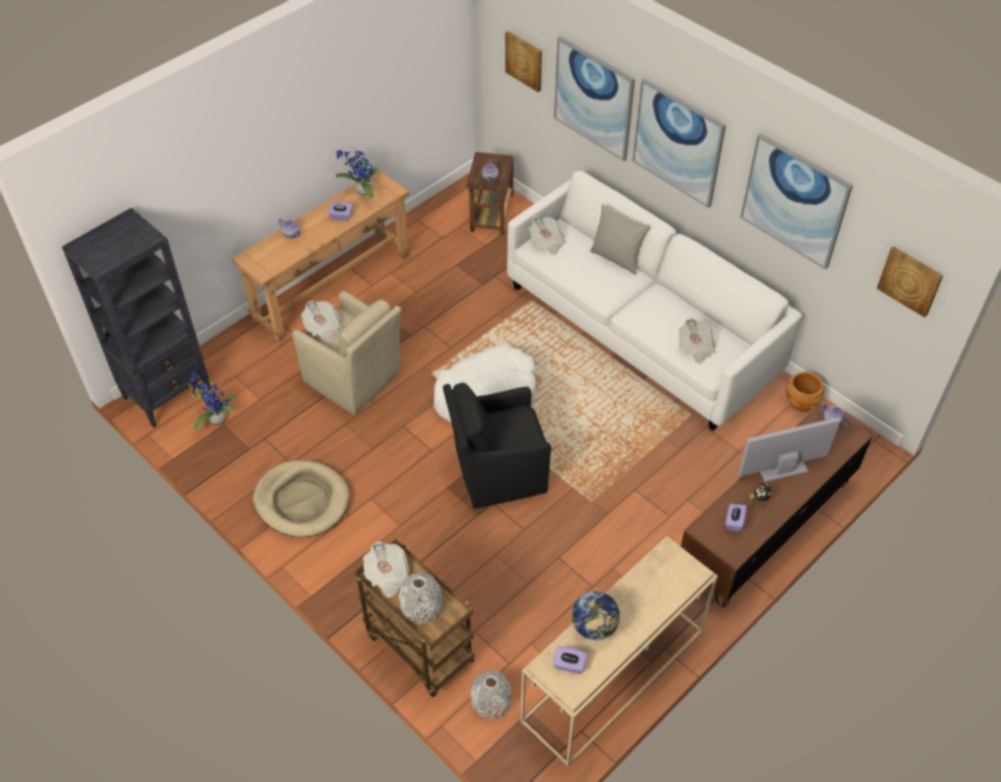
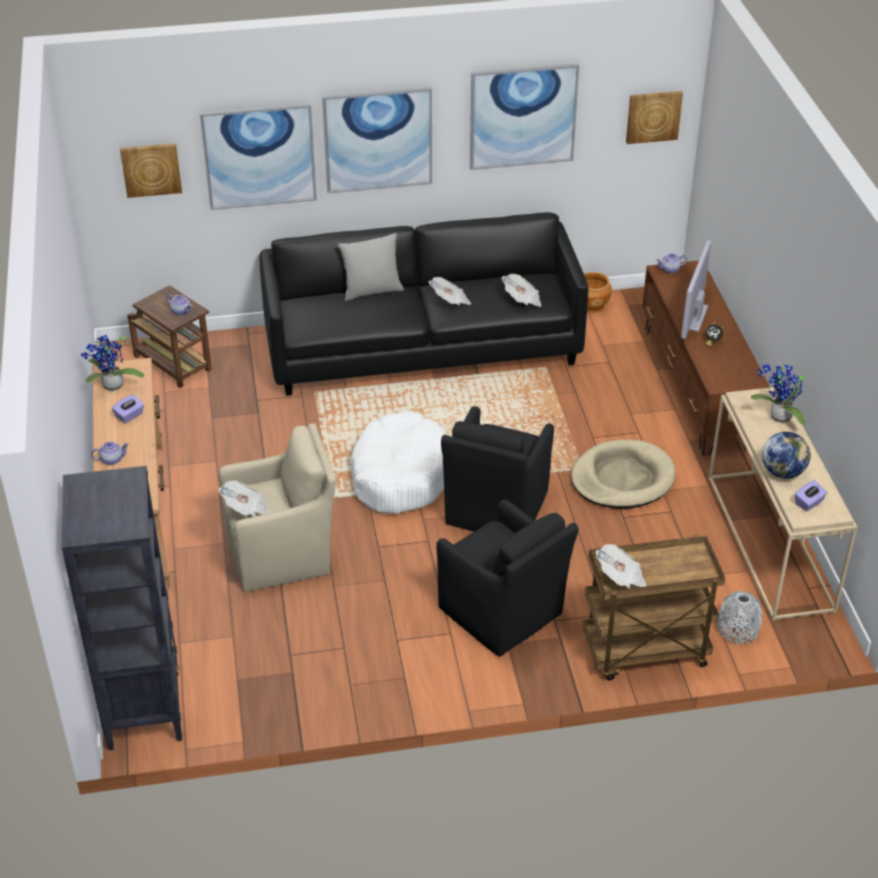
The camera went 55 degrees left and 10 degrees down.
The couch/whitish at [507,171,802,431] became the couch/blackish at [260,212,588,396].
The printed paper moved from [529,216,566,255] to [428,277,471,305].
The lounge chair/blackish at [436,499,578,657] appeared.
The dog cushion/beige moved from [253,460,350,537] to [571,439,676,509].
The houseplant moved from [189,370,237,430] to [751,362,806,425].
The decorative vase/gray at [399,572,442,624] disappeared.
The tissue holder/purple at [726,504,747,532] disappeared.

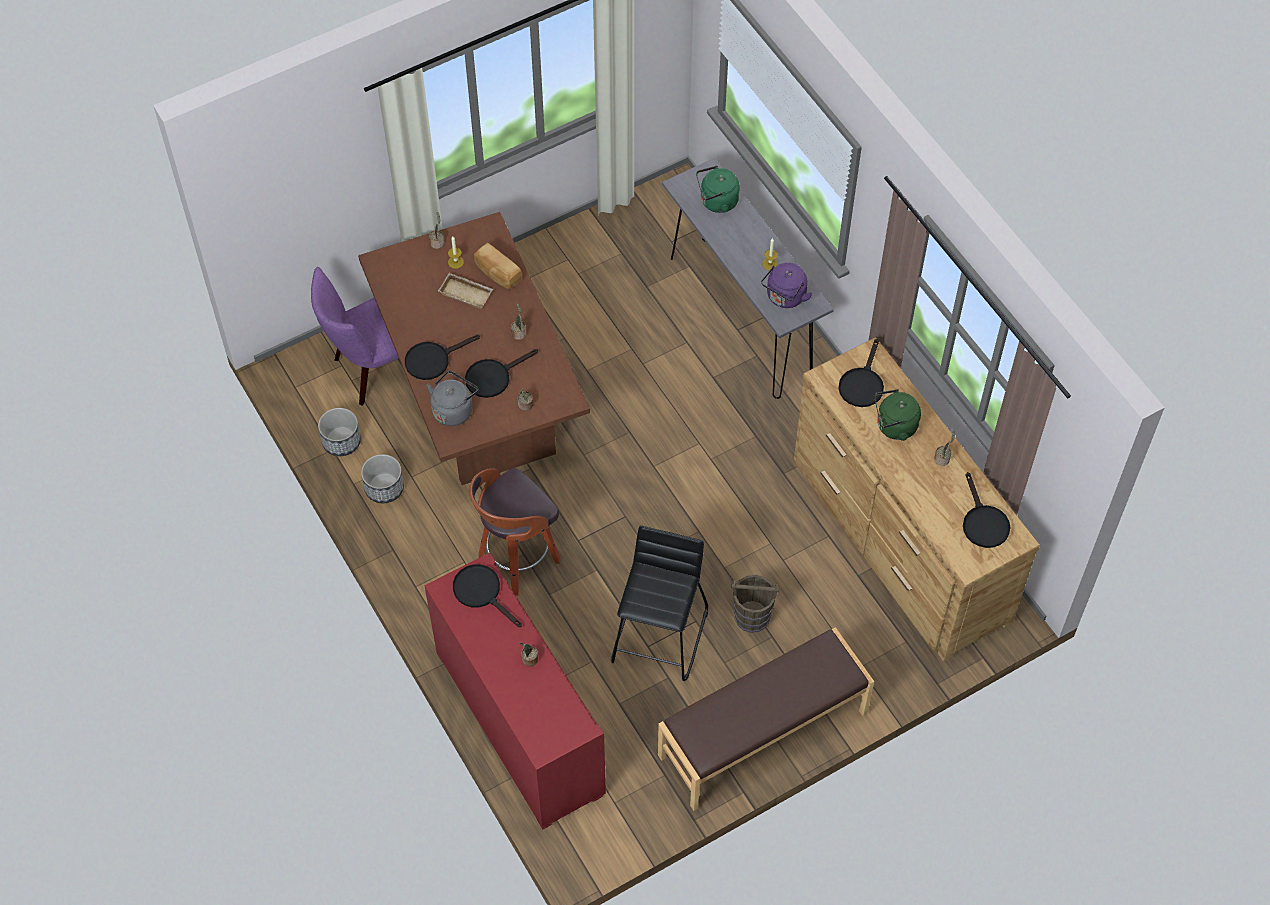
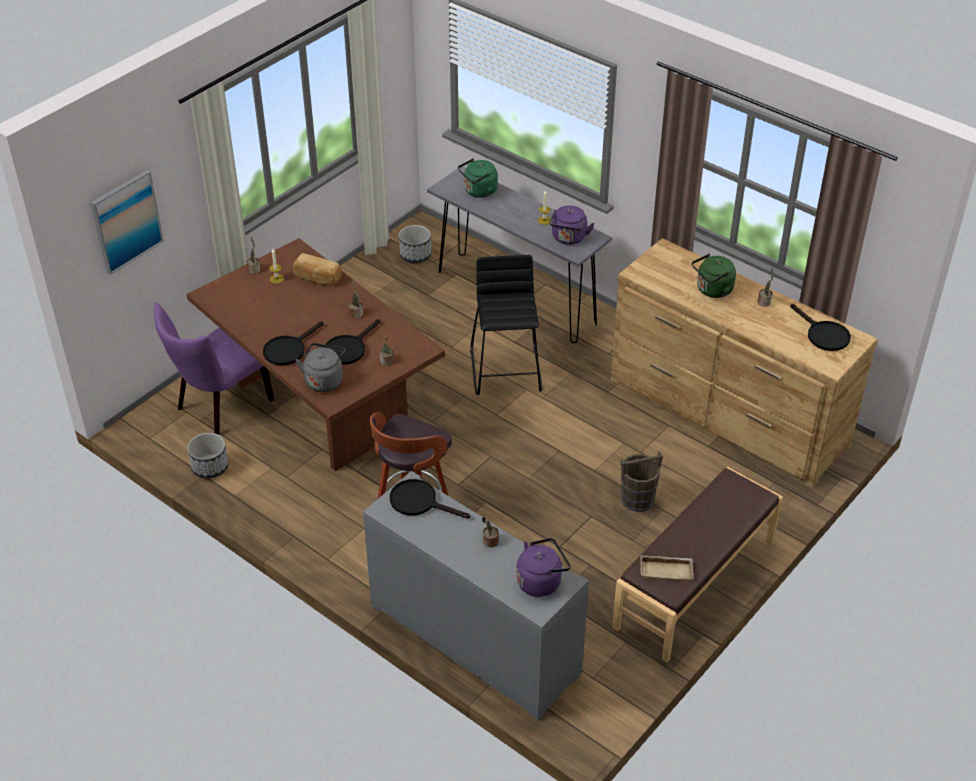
The camera went 20 degrees left and 15 degrees down.
The picture at [91,170,164,275] appeared.
The storage cabinet/reddish at [425,553,606,830] became the storage cabinet/gray at [363,471,589,720].
The flower pot moved from [361,454,404,503] to [399,225,431,263].
The stool seat/blackish moved from [611,526,708,681] to [470,255,542,395].
The kettle/purple at [516,538,570,597] appeared.
The tray/beige moved from [438,273,493,309] to [640,555,694,582].
The frying pan/blackish at [839,339,884,407] disappeared.

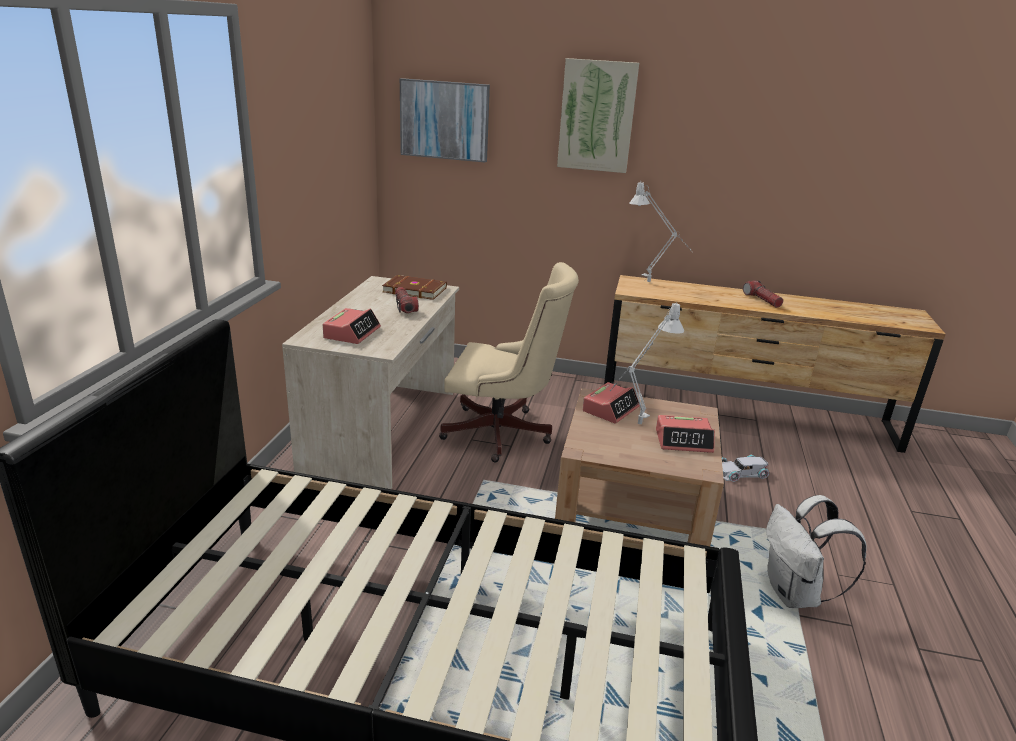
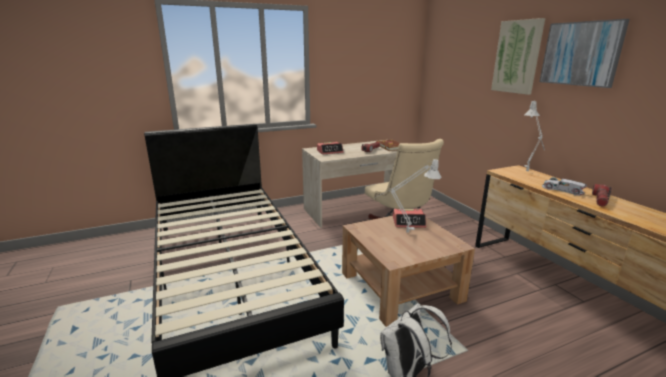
The camera went 55 degrees right and 5 degrees down.
The picture moved from [400,78,490,163] to [540,19,630,88].
The toy car/whitish moved from [722,455,769,482] to [542,177,587,195].
The alarm clock at [656,415,715,453] disappeared.

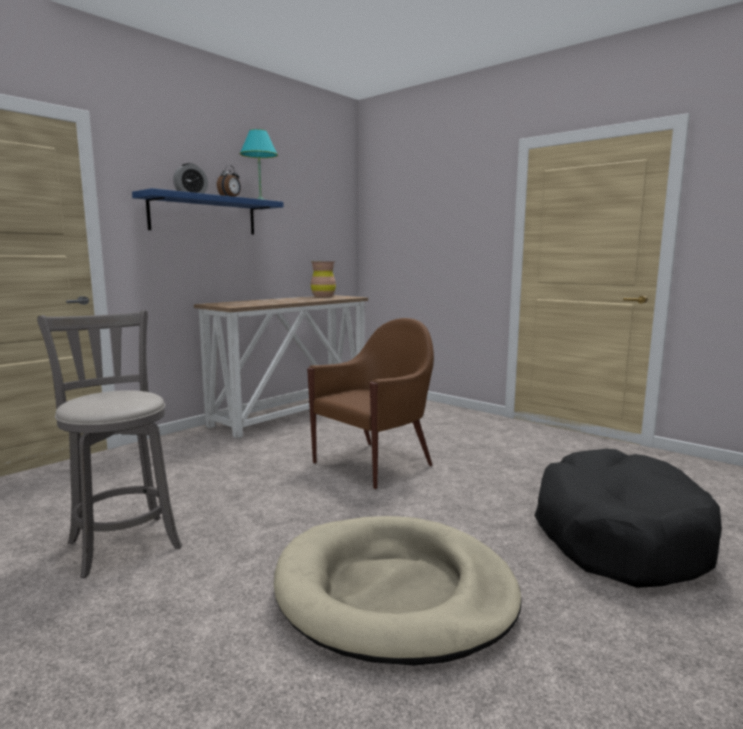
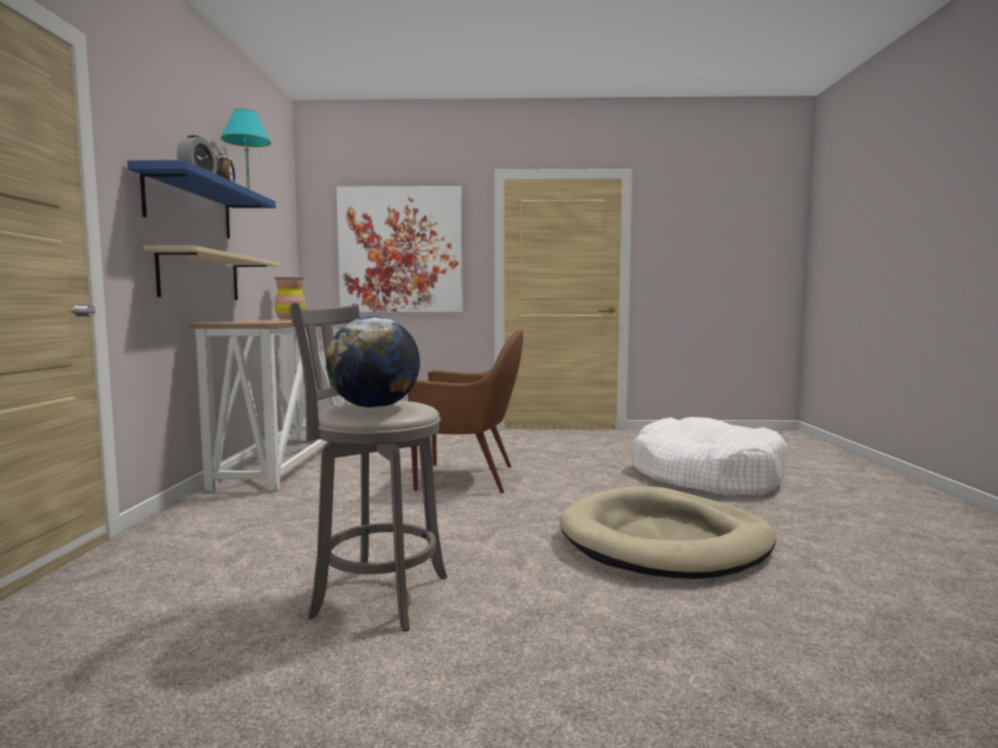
The camera went 40 degrees left and 5 degrees down.
The shelf/beige at [143,246,280,300] appeared.
The desk globe at [326,316,420,408] appeared.
The picture at [336,186,462,312] appeared.
The lounge chair/brown at [307,318,434,489] turned 90 degrees clockwise.
The dog cushion/blackish at [534,449,722,588] became the dog cushion/whitish at [631,417,787,497].

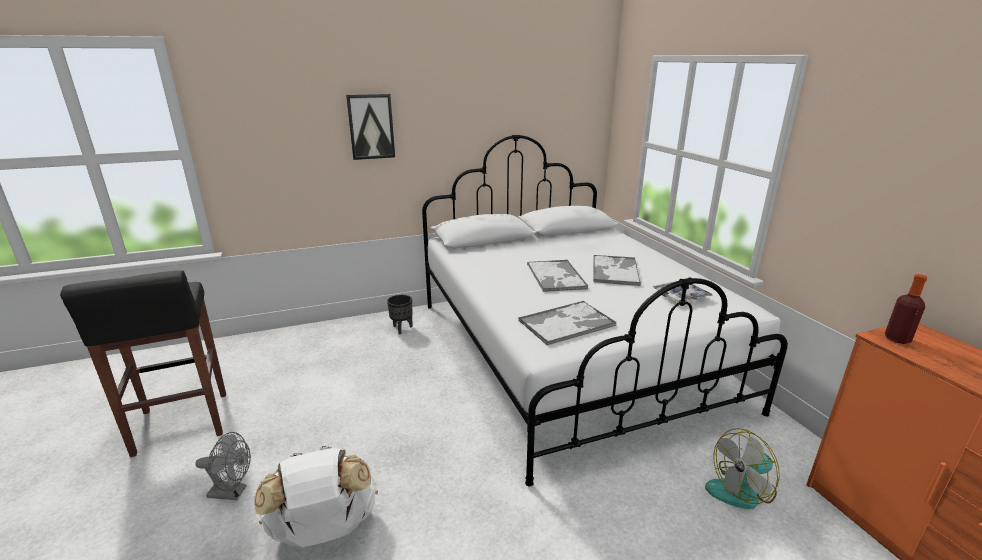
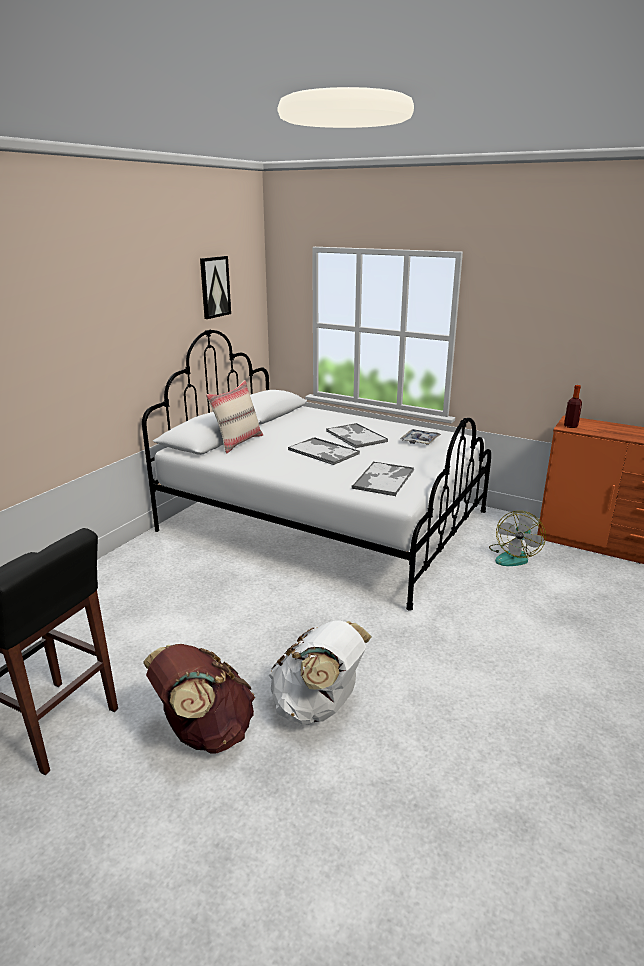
The camera went 40 degrees left and 0 degrees up.
The electric fan/gray at [195,432,251,500] was replaced by the rucksack/brown at [143,644,255,754].
The picture moved from [346,94,395,160] to [200,256,231,319].
The throw pillow/beige at [206,380,263,453] appeared.
The flower pot/blackish at [387,295,413,334] disappeared.

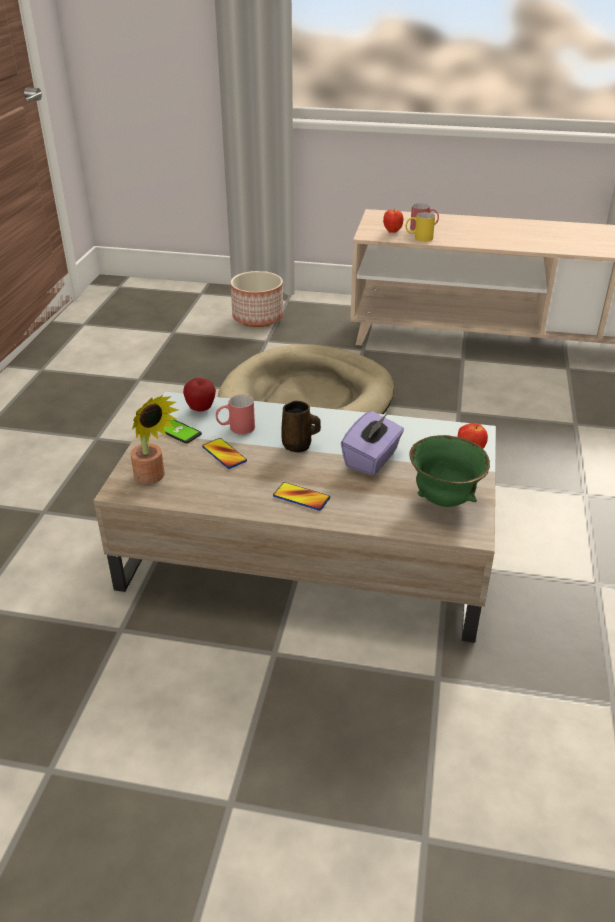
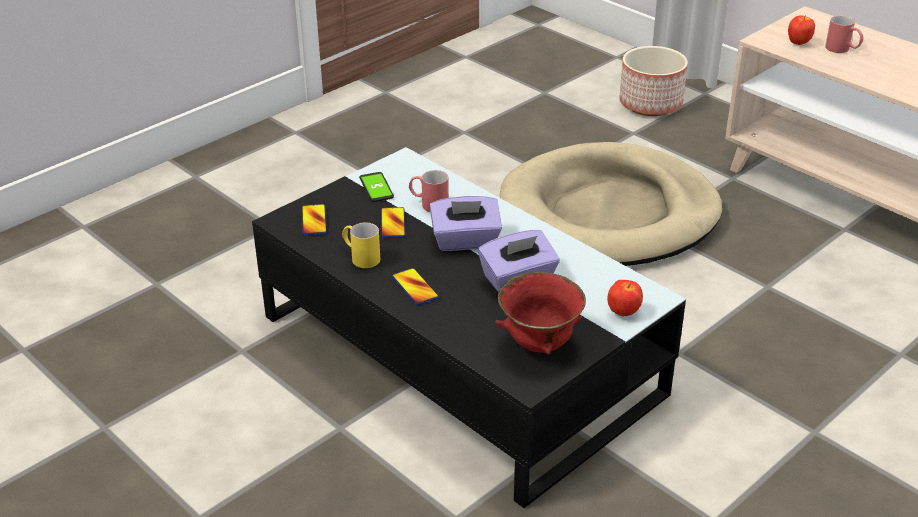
The camera went 35 degrees right and 0 degrees up.
The coffee table/beige at [93,392,496,643] became the coffee table/blackish at [252,147,686,508].
The houseplant at [130,395,179,484] was replaced by the handset at [302,204,327,236].
The mug/yellow-coloured moved from [406,212,435,242] to [342,223,380,268].
The mug/brown at [282,401,321,452] was replaced by the tissue holder/purple at [430,196,502,251].
The deep dish/greenish at [409,435,490,507] became the deep dish/reddish at [496,272,586,355].
The whole apple at [183,378,216,412] disappeared.

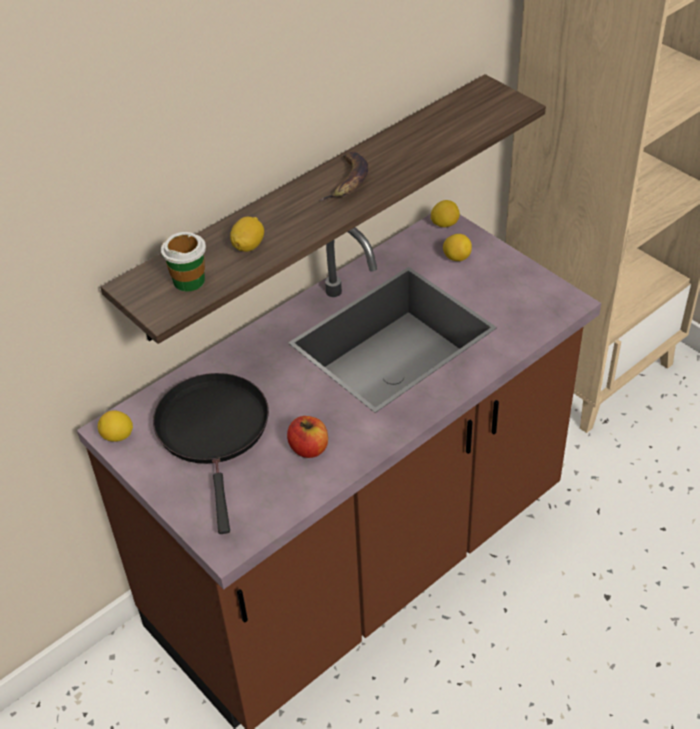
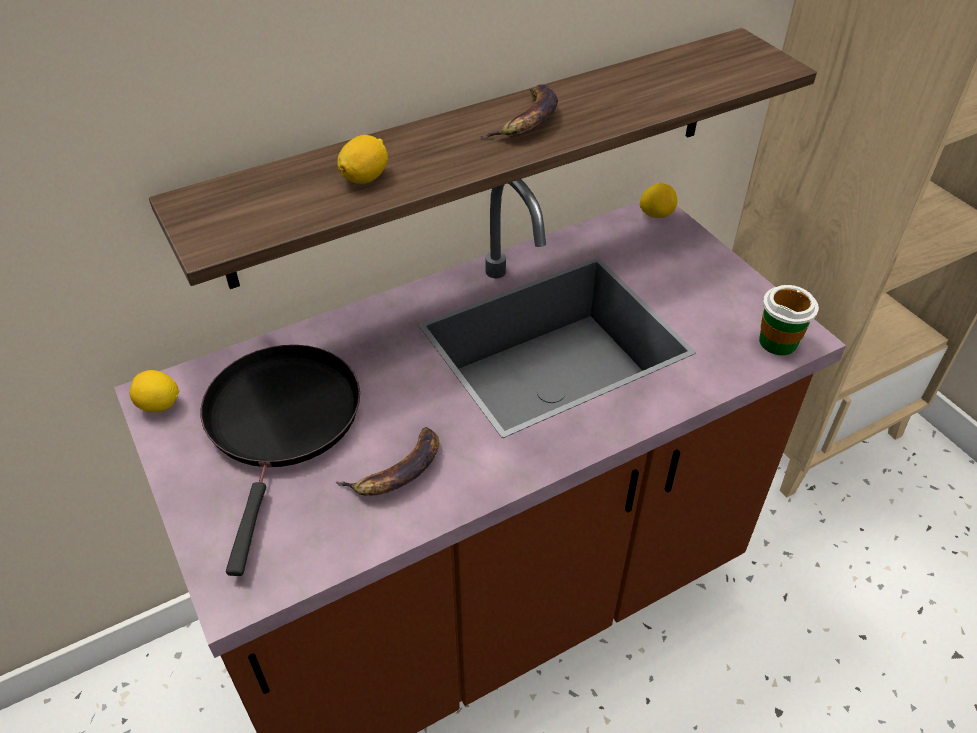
The camera went 10 degrees right and 0 degrees up.
The whole apple at [287,416,328,458] was replaced by the banana at [336,427,439,496].
The cup moved from [161,232,206,292] to [759,285,819,355].
The lemon at [443,234,472,261] disappeared.

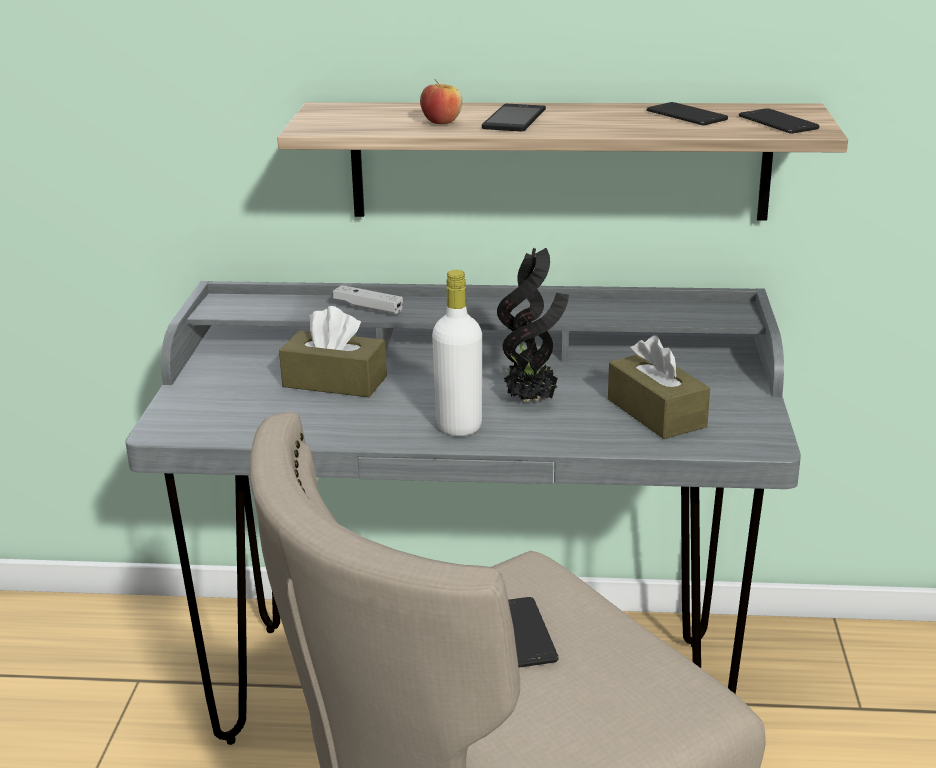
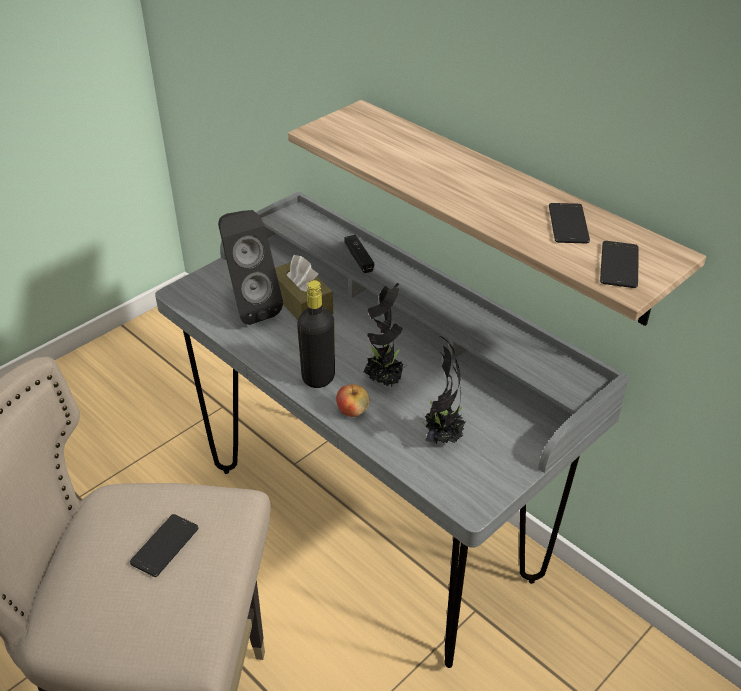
The camera went 40 degrees right and 15 degrees up.
The speaker/blackish at [218,210,283,325] appeared.
The beverage bottle/whitish at [432,270,482,436] became the beverage bottle/blackish at [297,280,335,388].
The whole apple moved from [420,79,462,124] to [336,384,370,417].
The game controller/whitish at [333,285,403,315] became the game controller/blackish at [344,235,374,273].
The tissue holder/brown at [608,335,710,439] was replaced by the houseplant at [421,336,466,444].
The handset at [482,104,546,131] disappeared.

